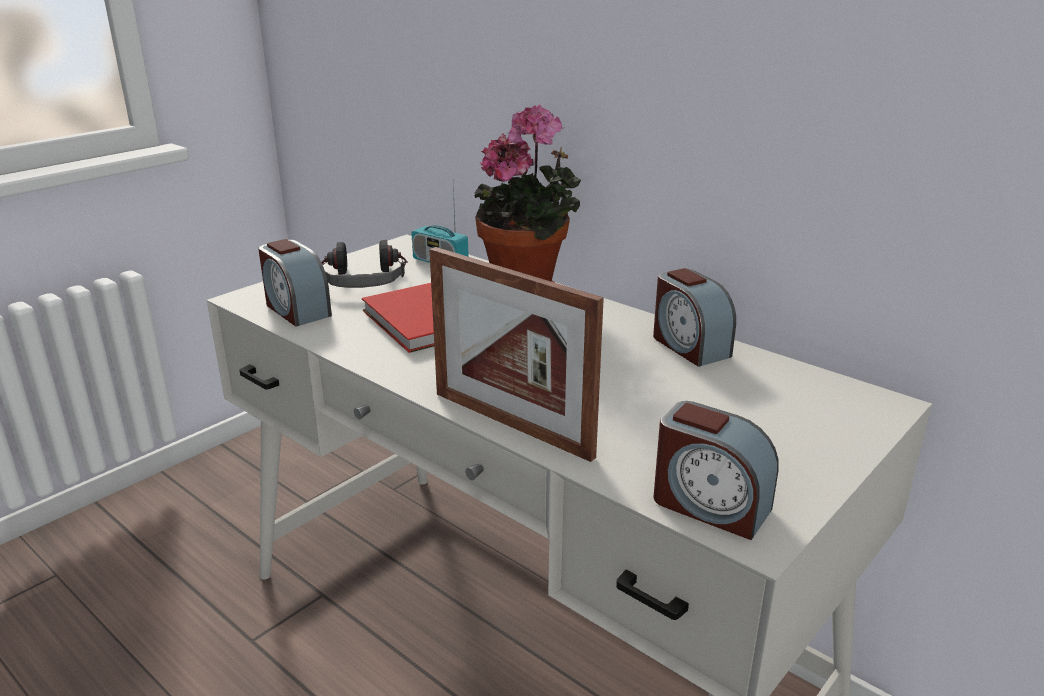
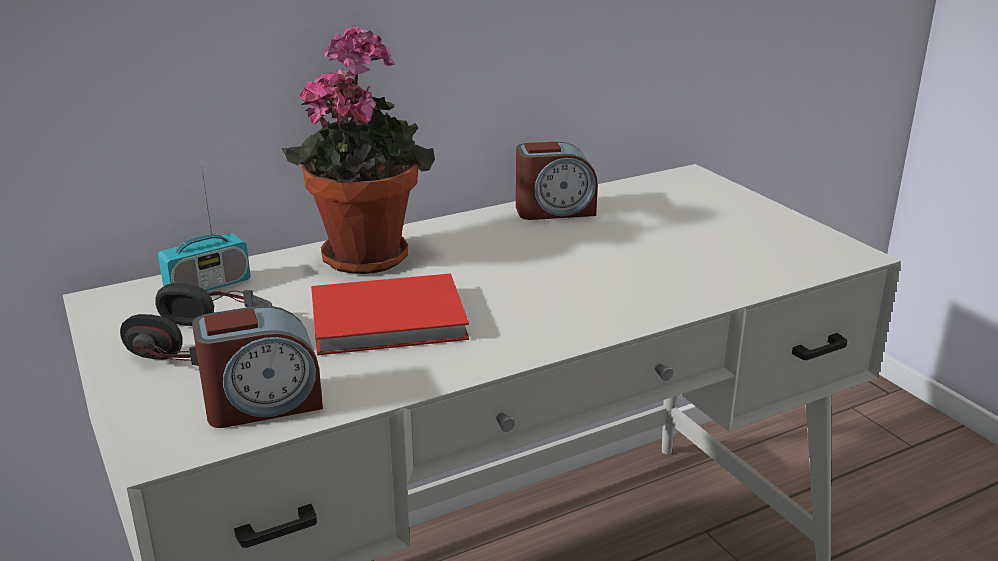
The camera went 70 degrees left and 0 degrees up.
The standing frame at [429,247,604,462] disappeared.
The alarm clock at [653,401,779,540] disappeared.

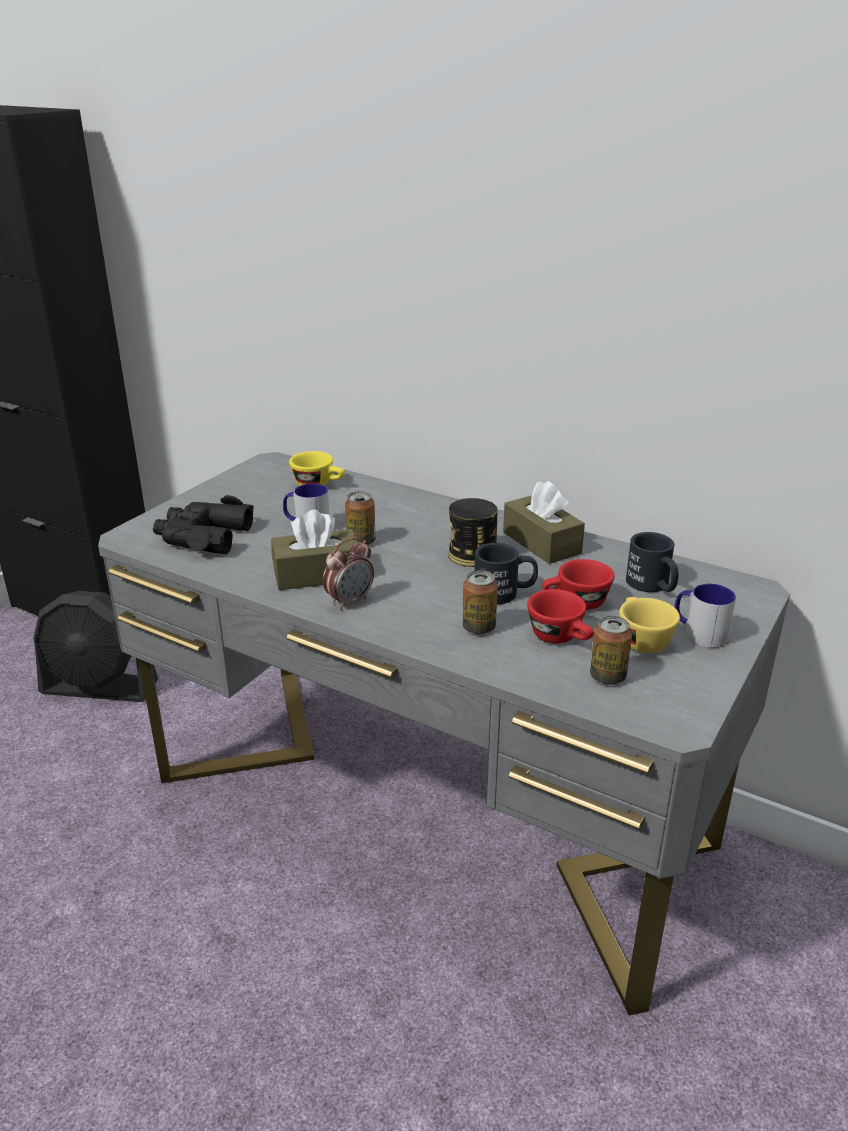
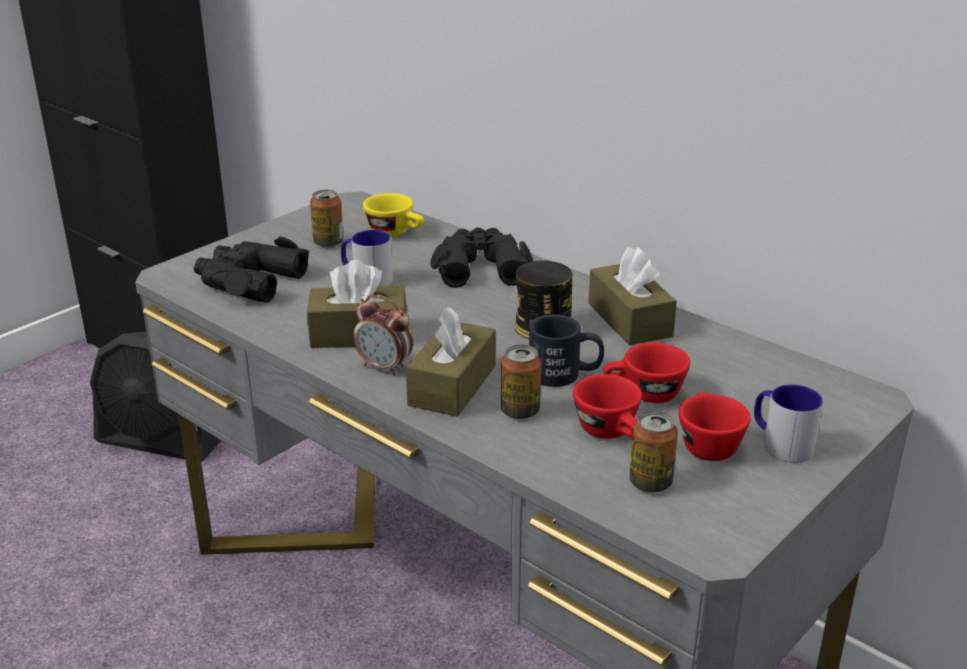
The camera went 10 degrees right and 0 degrees up.
The can moved from [345,491,376,545] to [310,190,343,248].
The alarm clock at [323,537,374,610] turned 60 degrees clockwise.
The tissue holder/brown at [406,307,496,417] appeared.
The binoculars/blackish at [430,228,533,288] appeared.
The cup/yellow-coloured at [619,597,680,653] became the cup/reddish at [678,392,750,461].
The mug/blackish at [626,532,678,592] disappeared.

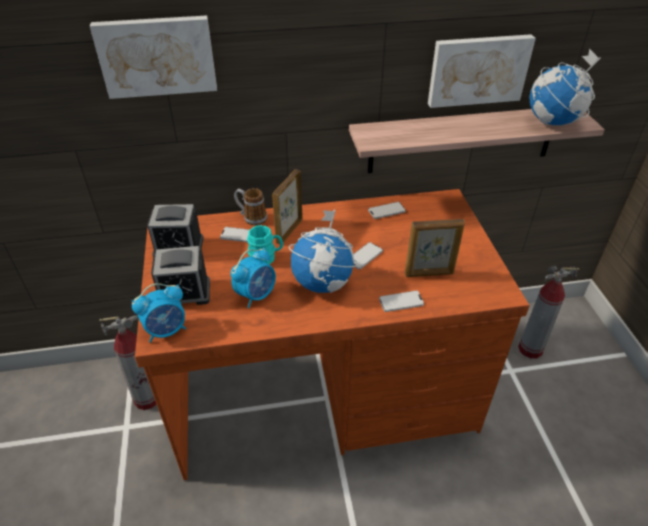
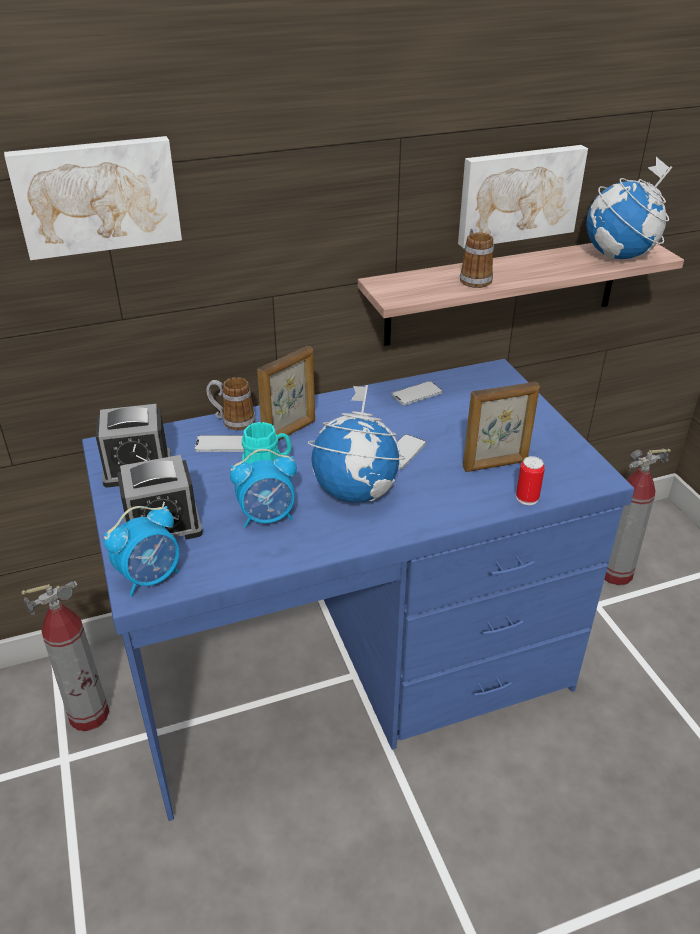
The camera went 10 degrees left and 5 degrees down.
The desk table/brown at [135,189,530,480] became the desk table/blue at [82,359,634,821].
The alarm clock at [231,248,276,308] turned 45 degrees clockwise.
The standing frame at [272,169,303,244] turned 150 degrees counterclockwise.
The mug at [460,228,494,288] appeared.
The can at [516,456,545,505] appeared.
The handset at [379,290,424,312] disappeared.

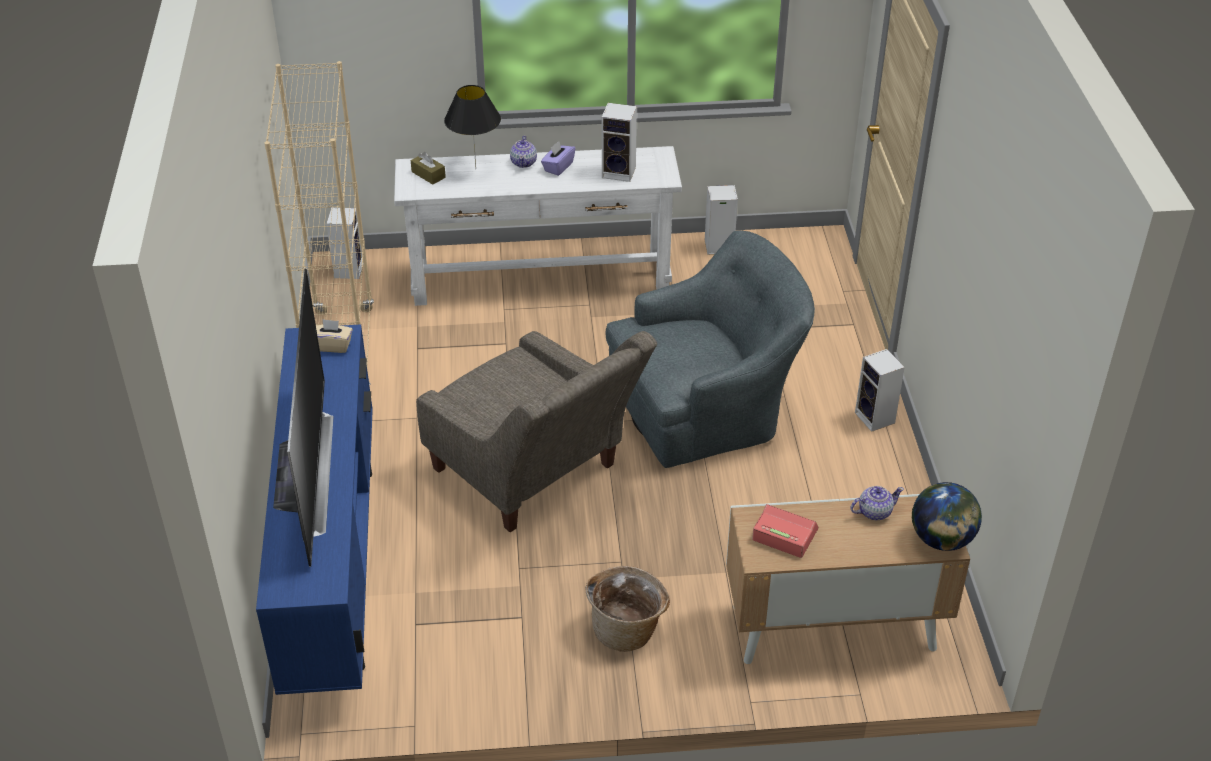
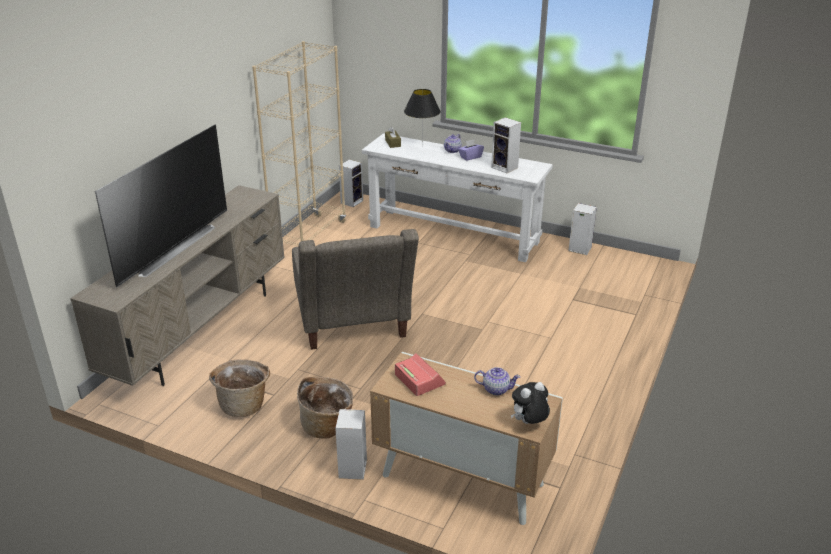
The camera went 30 degrees right and 10 degrees down.
The tv unit/blue at [256,324,373,695] became the tv unit/beige at [70,185,285,386].
The household basket at [209,359,270,417] appeared.
The speaker moved from [855,349,905,432] to [335,409,367,480].
The desk globe at [912,482,982,551] was replaced by the plush toy at [511,382,550,424].
The tissue holder/beige at [316,319,353,353] disappeared.
The lounge chair/gray at [606,230,815,468] disappeared.

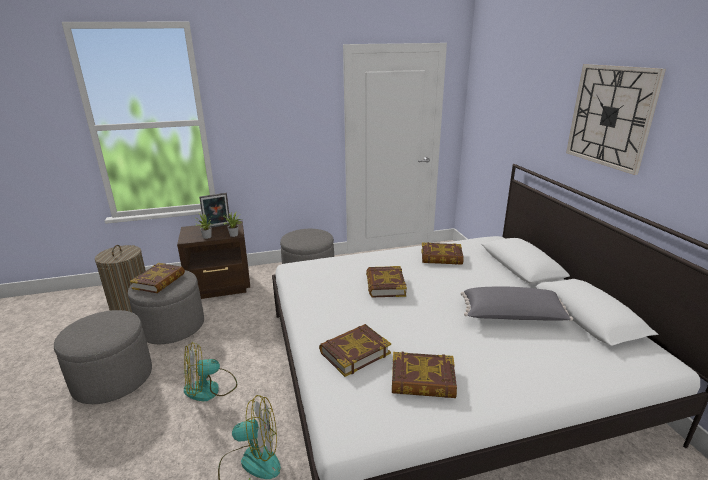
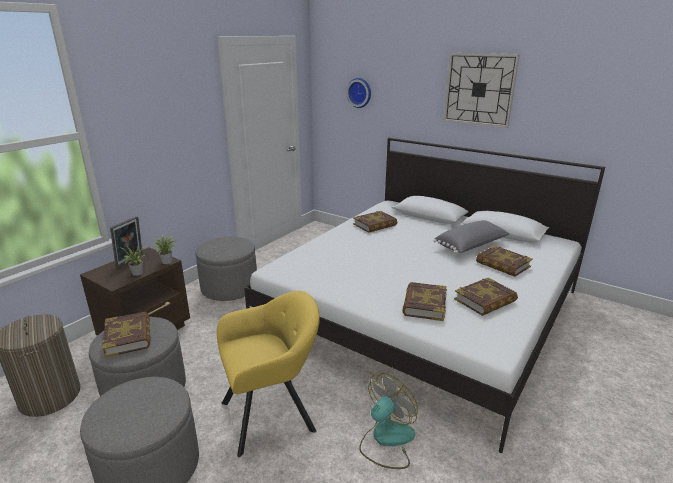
The camera went 40 degrees left and 0 degrees up.
The electric fan at [184,342,237,401] was replaced by the lounge chair/yellow-coloured at [217,291,320,457].
The hanging clock at [346,78,371,108] appeared.
The bound book moved from [366,266,407,297] to [476,245,533,277].

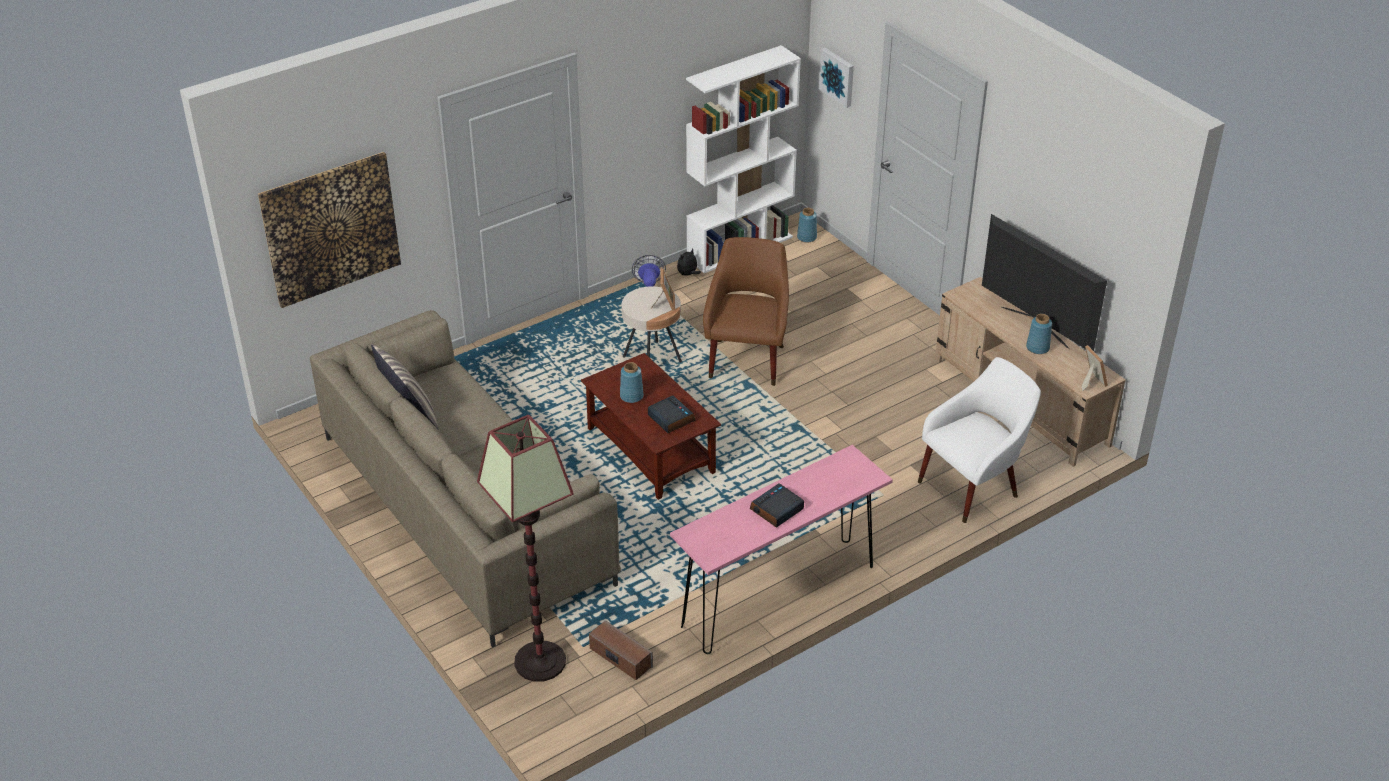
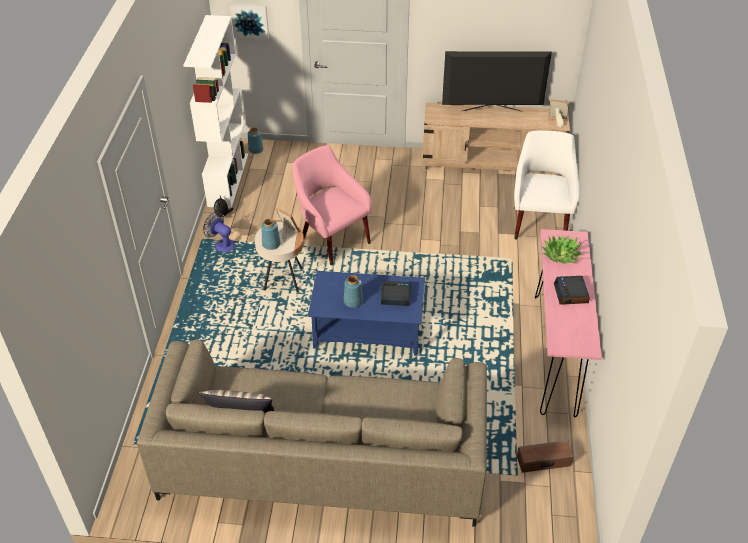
The camera went 50 degrees left and 5 degrees up.
The decorative vase/blue moved from [1026,314,1052,354] to [261,218,280,250].
The lounge chair/brown at [703,237,789,386] became the lounge chair/pinkish at [292,145,372,265].
The coffee table/brown at [581,353,721,500] became the coffee table/blue at [308,271,425,356].
The houseplant at [542,235,584,263] appeared.
The picture at [258,152,401,308] disappeared.
The standard lamp at [477,415,574,682] disappeared.

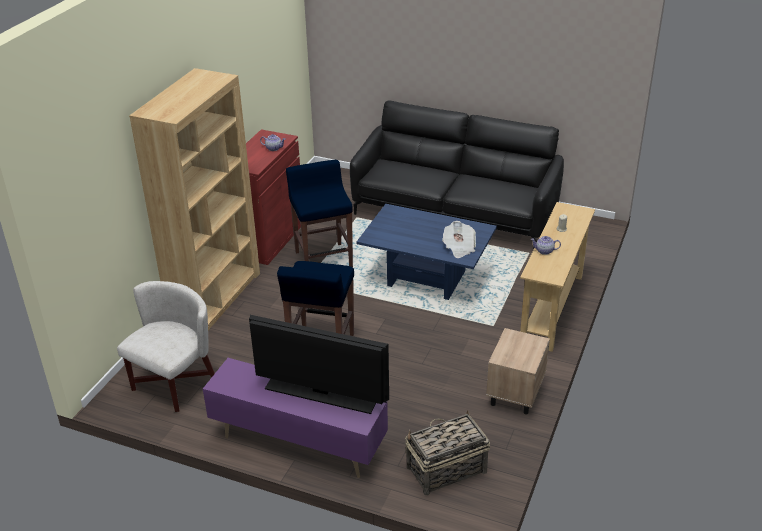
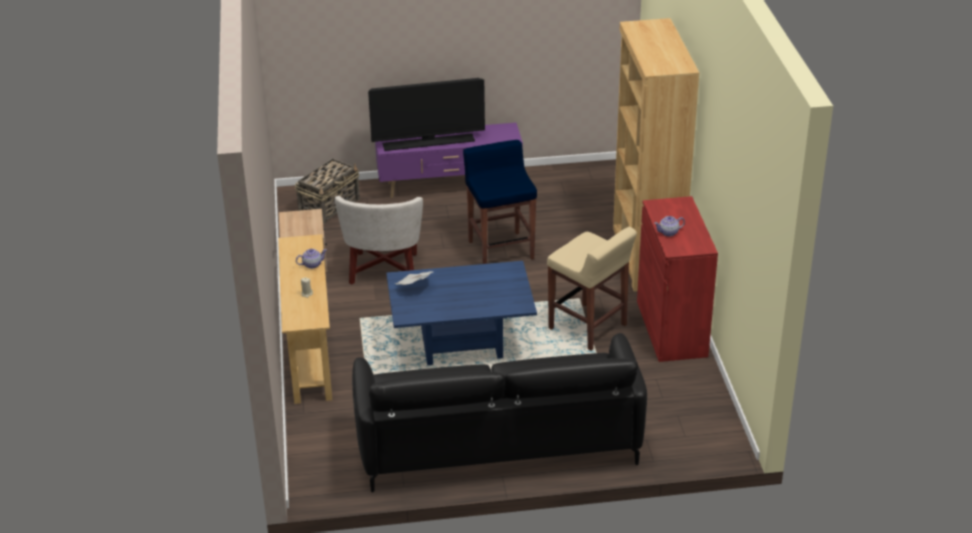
The camera went 150 degrees right and 0 degrees up.
The lounge chair/whitish moved from [117,281,215,412] to [335,196,423,285].
The stool seat/blue at [286,160,353,267] became the stool seat/beige at [547,227,637,351].

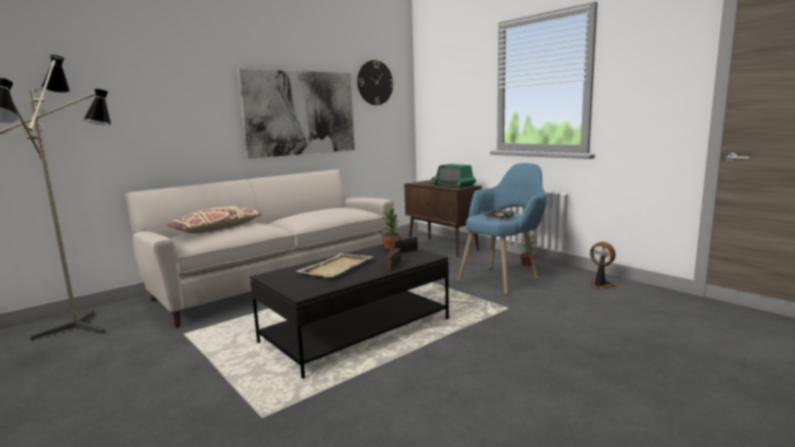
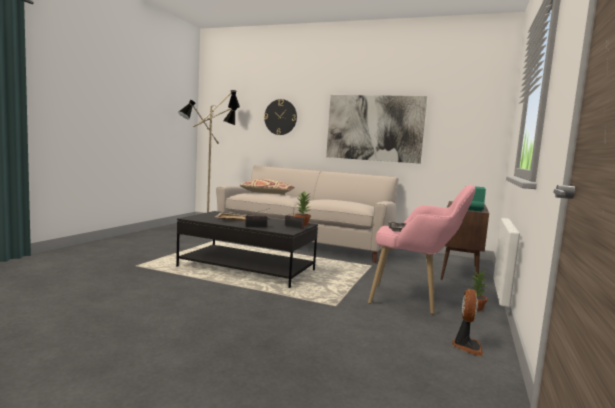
The camera went 60 degrees right and 5 degrees down.
The hanging clock moved from [357,60,394,105] to [264,99,297,135].
The lounge chair/blue at [458,163,547,295] became the lounge chair/pinkish at [368,185,475,315].

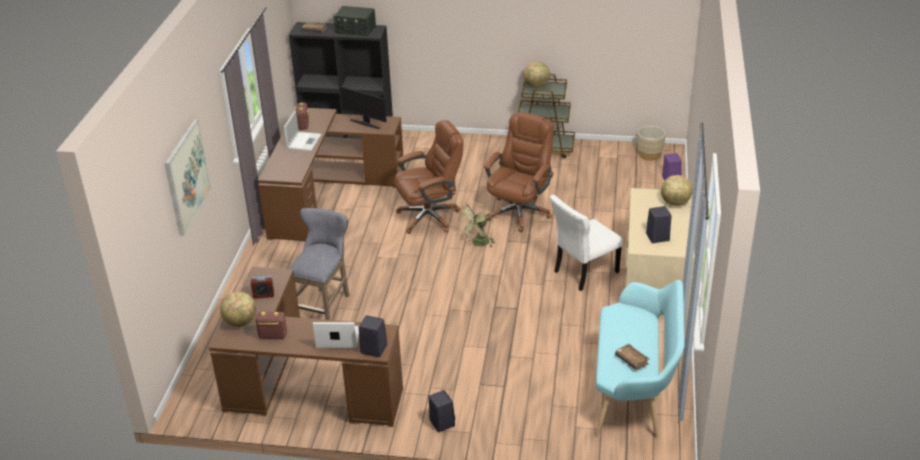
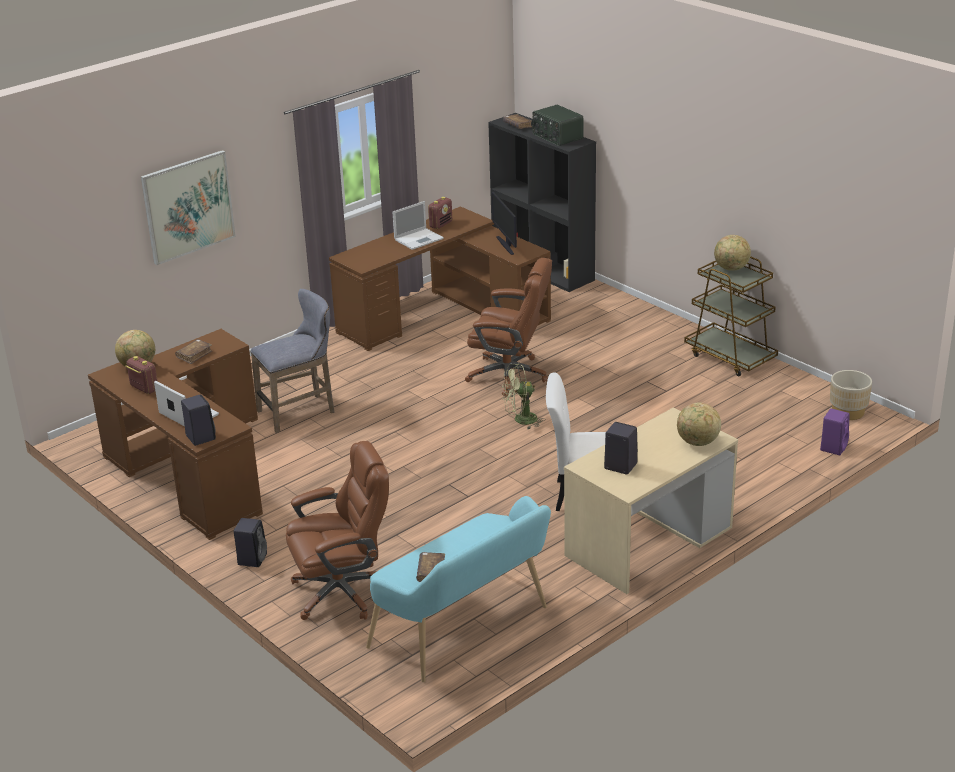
The camera went 40 degrees right and 5 degrees down.
The alarm clock at [251,276,274,299] was replaced by the bound book/brown at [175,339,212,364].
The office chair/brown moved from [484,112,554,233] to [286,441,389,620].

